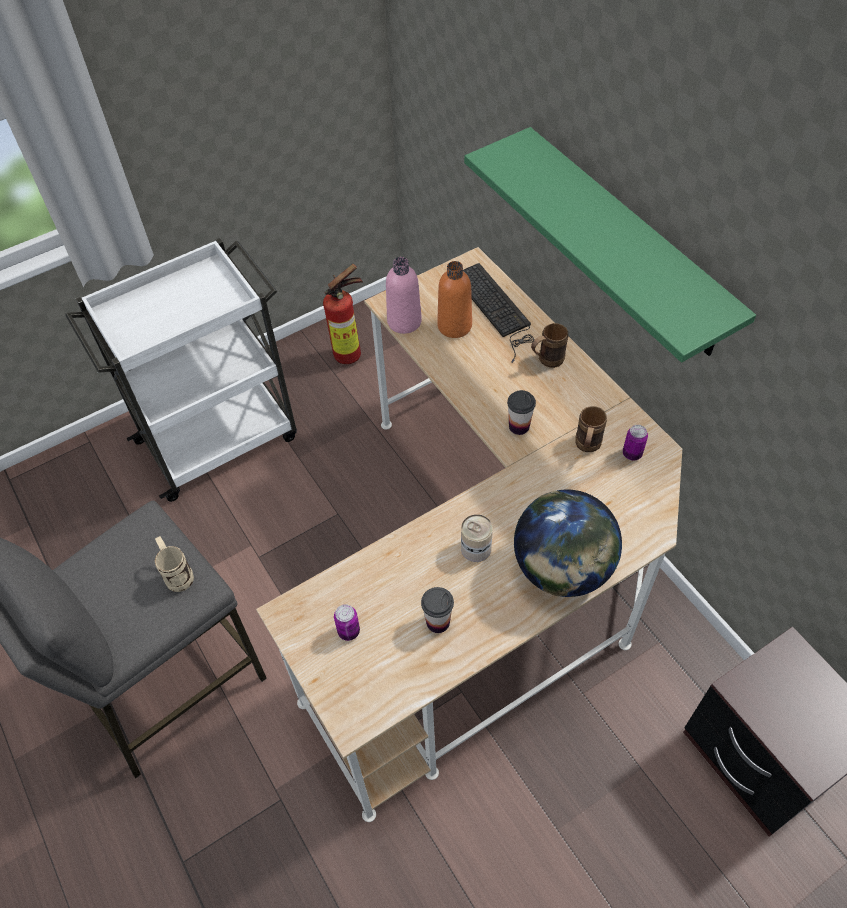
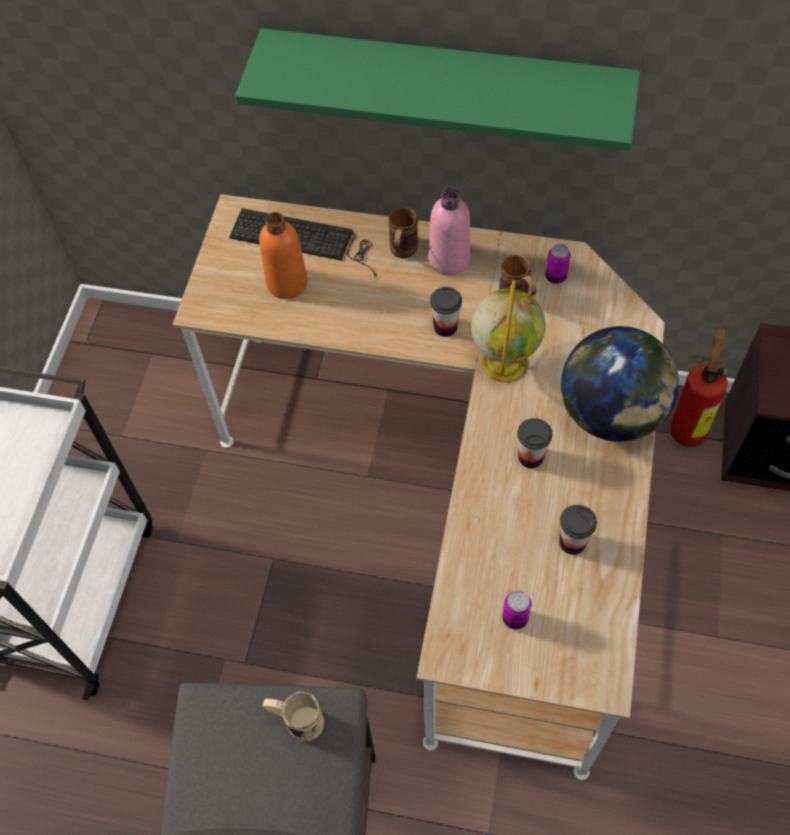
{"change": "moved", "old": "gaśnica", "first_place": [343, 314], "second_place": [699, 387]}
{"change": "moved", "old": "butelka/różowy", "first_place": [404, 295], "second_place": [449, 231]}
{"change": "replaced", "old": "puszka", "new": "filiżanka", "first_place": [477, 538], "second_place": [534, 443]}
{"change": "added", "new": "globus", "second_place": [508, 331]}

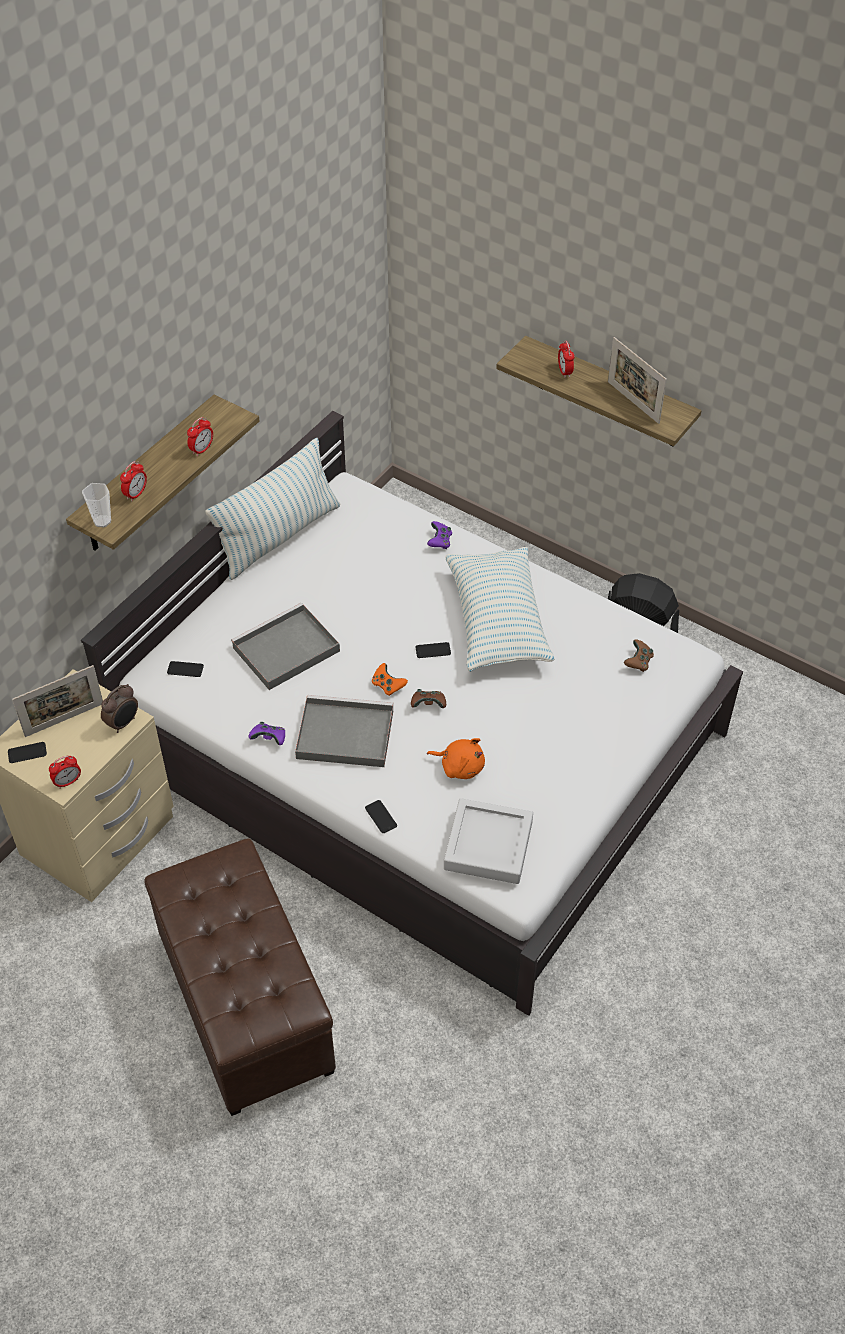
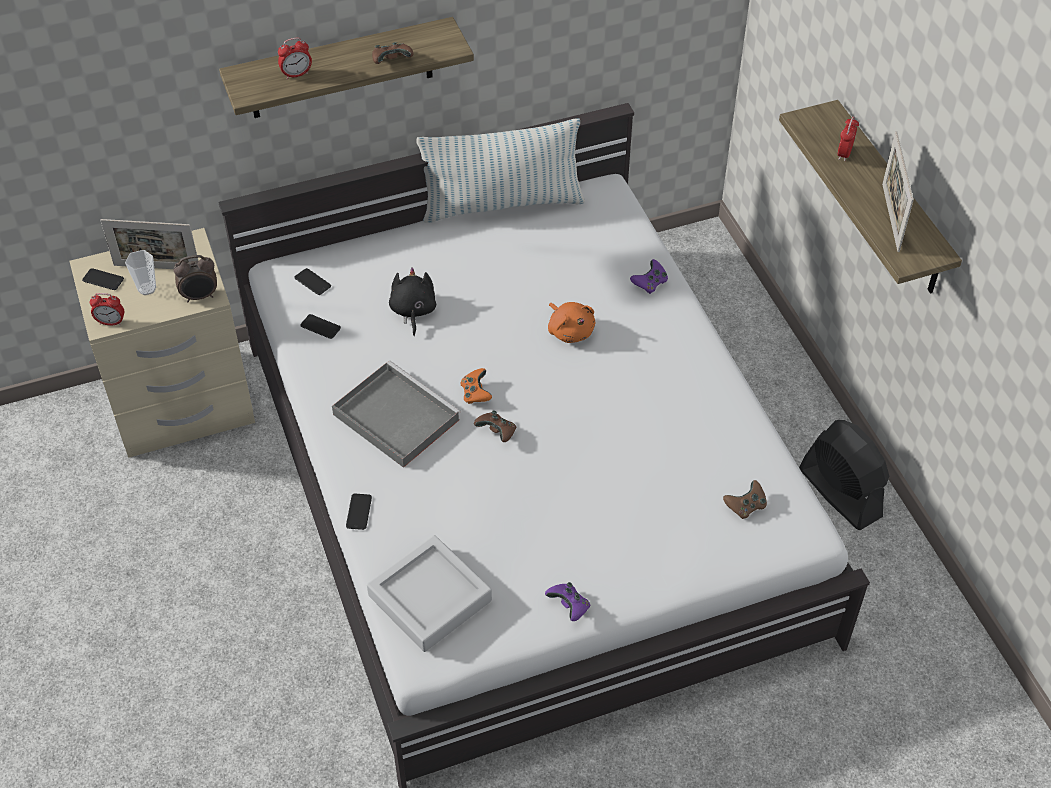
{"change": "moved", "old": "filiżanka", "first_place": [96, 505], "second_place": [140, 272]}
{"change": "removed", "old": "pufa/brązowy", "first_place": [240, 977]}
{"change": "replaced", "old": "budzik", "new": "pad do gier/brązowy", "first_place": [200, 436], "second_place": [392, 53]}
{"change": "replaced", "old": "taca/szary", "new": "pluszak/czarny", "first_place": [285, 646], "second_place": [412, 301]}
{"change": "moved", "old": "pad do gier/fioletowy", "first_place": [267, 733], "second_place": [567, 601]}
{"change": "moved", "old": "telefon", "first_place": [433, 650], "second_place": [320, 326]}
{"change": "moved", "old": "pluszak/pomarańczowy", "first_place": [456, 758], "second_place": [571, 322]}
{"change": "removed", "old": "poduszka", "first_place": [500, 609]}

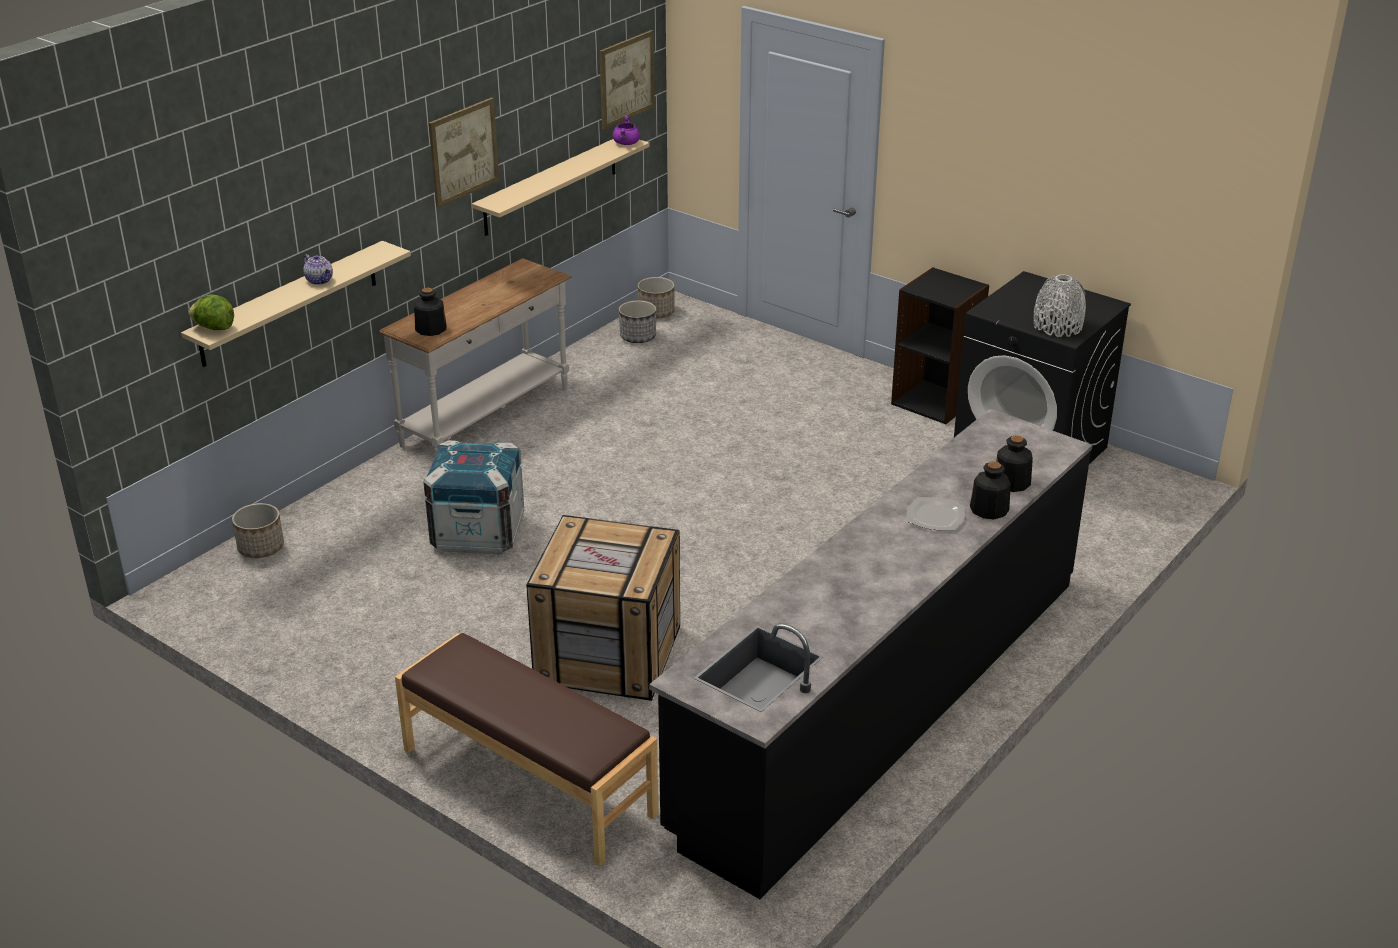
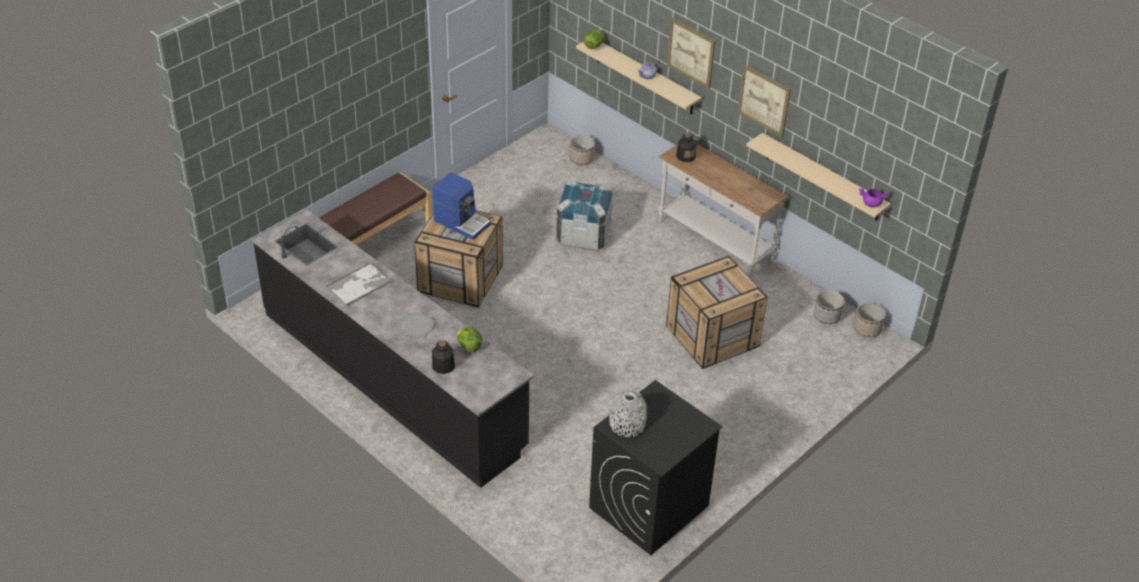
{"change": "moved", "old": "obraz", "first_place": [627, 79], "second_place": [691, 53]}
{"change": "removed", "old": "regał/czarny", "first_place": [940, 345]}
{"change": "removed", "old": "butelka", "first_place": [990, 490]}
{"change": "added", "new": "taca", "second_place": [358, 284]}
{"change": "added", "new": "ekspres do kawy", "second_place": [461, 206]}
{"change": "added", "new": "sałata", "second_place": [469, 340]}
{"change": "added", "new": "skrzynka", "second_place": [717, 312]}

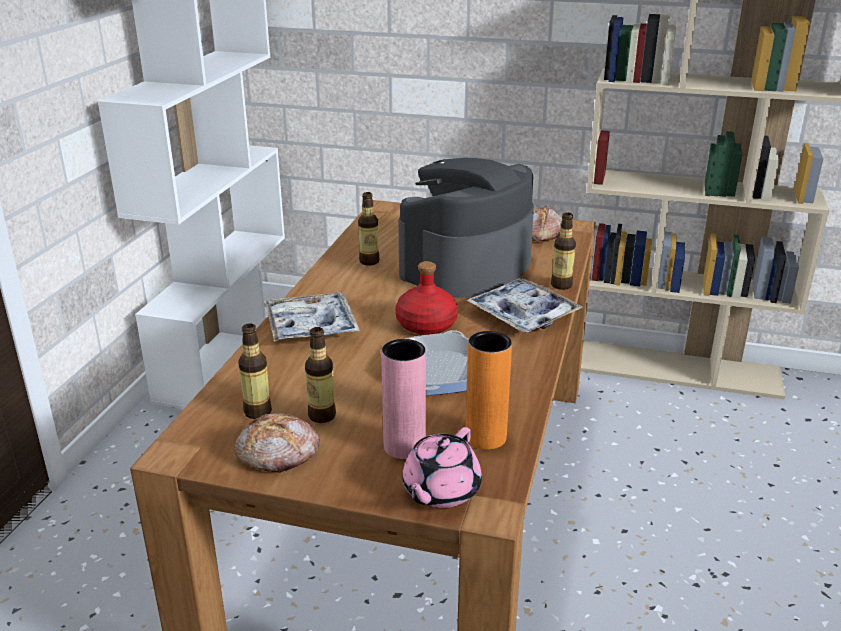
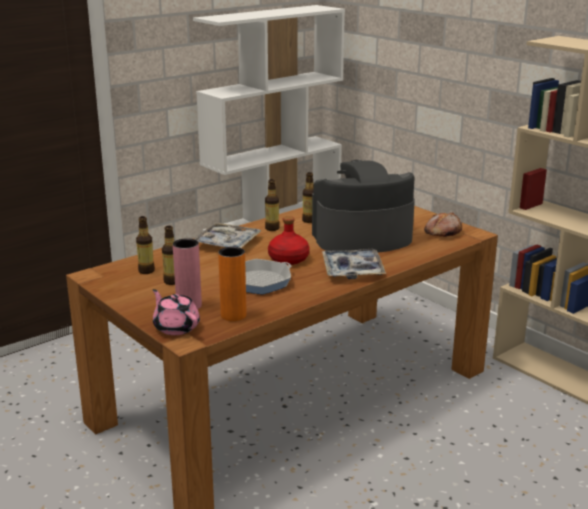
{"change": "removed", "old": "chleb", "first_place": [277, 443]}
{"change": "turned", "old": "imbryk/różowy", "first_place": [442, 467], "second_place": [176, 312], "degrees": 75}
{"change": "moved", "old": "butelka", "first_place": [563, 251], "second_place": [272, 205]}

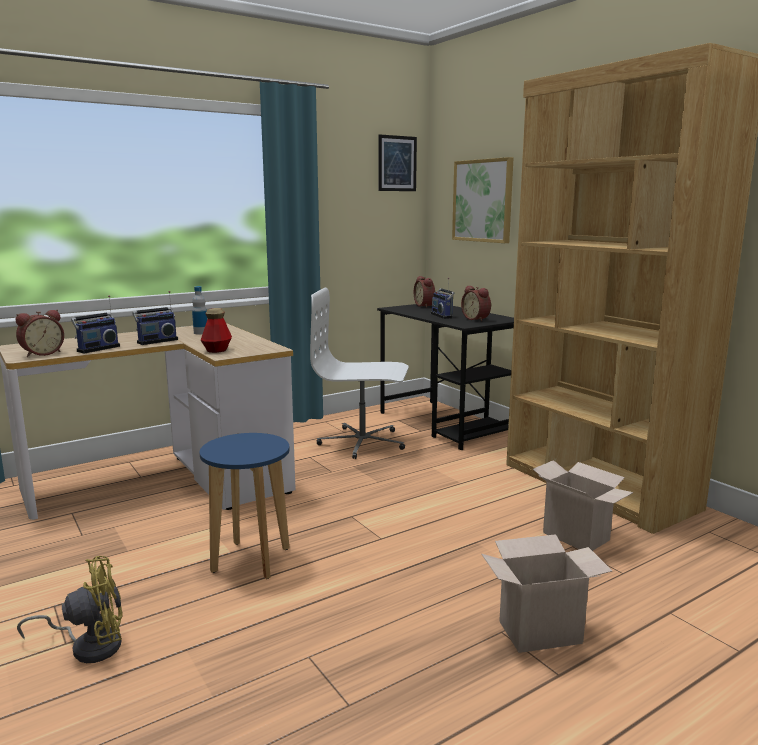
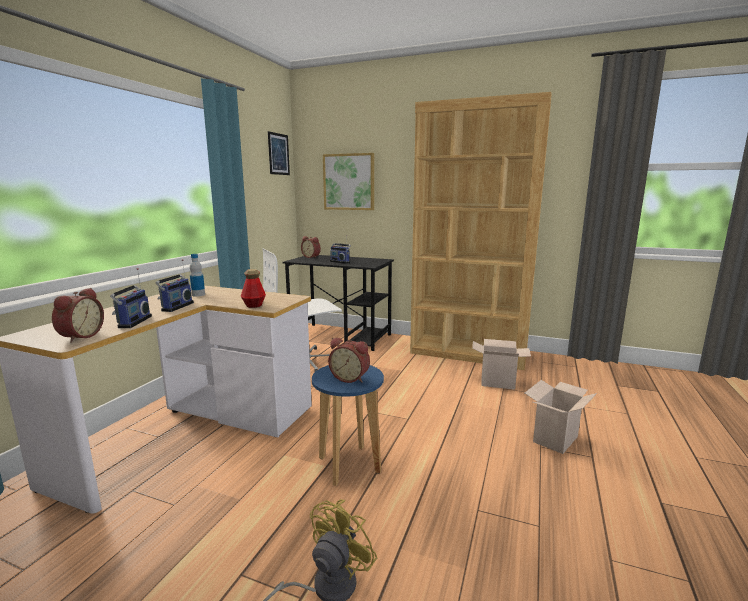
{"change": "moved", "old": "budzik", "first_place": [476, 303], "second_place": [349, 360]}

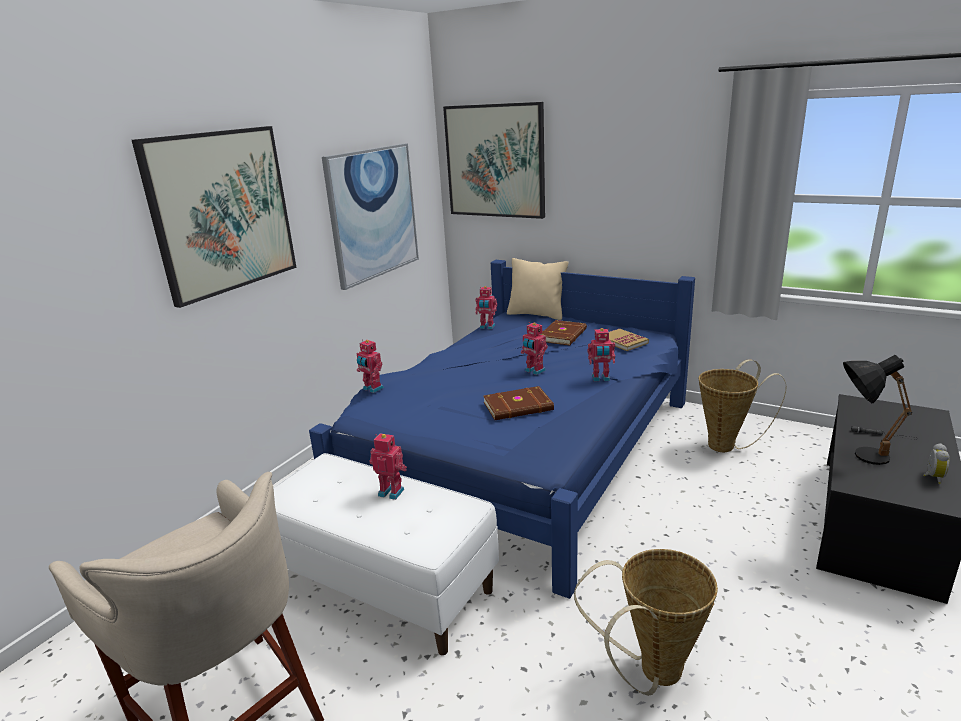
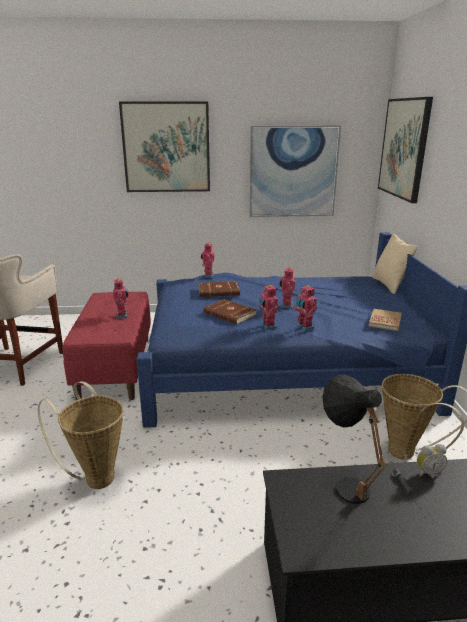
{"change": "recoloured", "old": "ławka/biały", "new": "ławka/czerwony", "first_place": [386, 554], "second_place": [107, 346]}
{"change": "moved", "old": "robot zabawkowy", "first_place": [486, 307], "second_place": [268, 307]}
{"change": "moved", "old": "książka/brązowy", "first_place": [564, 333], "second_place": [219, 289]}
{"change": "moved", "old": "budzik", "first_place": [936, 463], "second_place": [432, 460]}

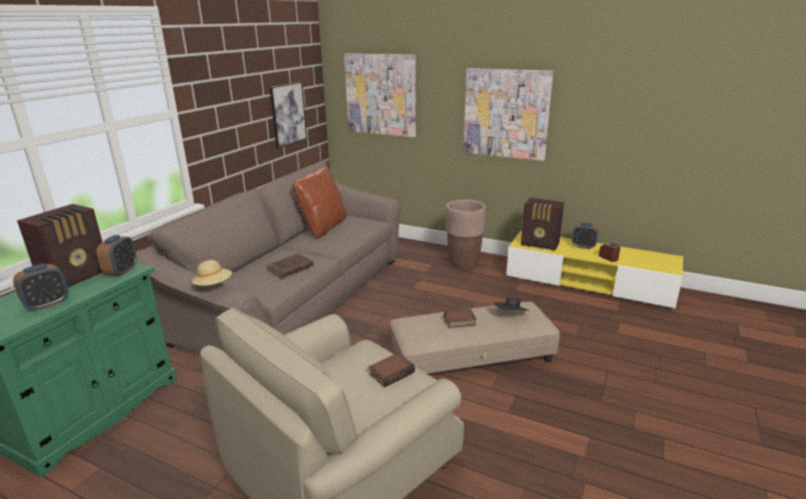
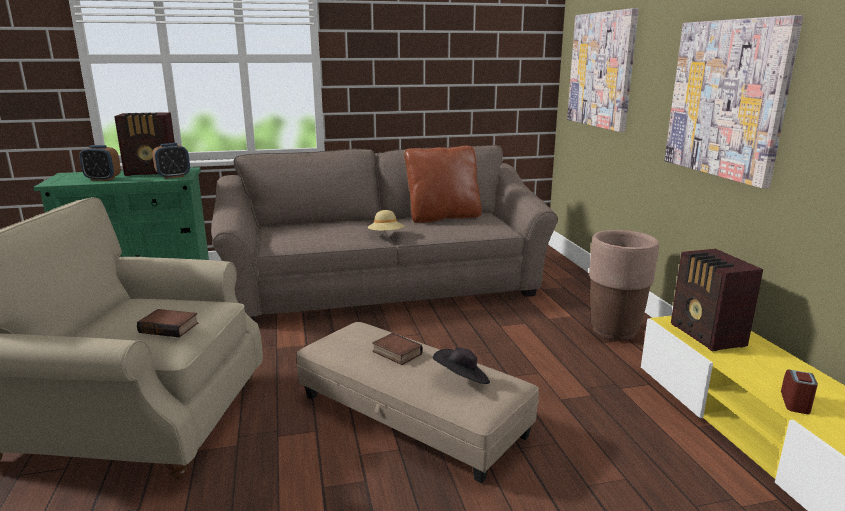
{"change": "moved", "old": "kapelusz/beżowy", "first_place": [212, 273], "second_place": [386, 220]}
{"change": "removed", "old": "książka/brązowy", "first_place": [290, 265]}
{"change": "removed", "old": "obraz", "first_place": [288, 115]}
{"change": "removed", "old": "budzik", "first_place": [585, 236]}

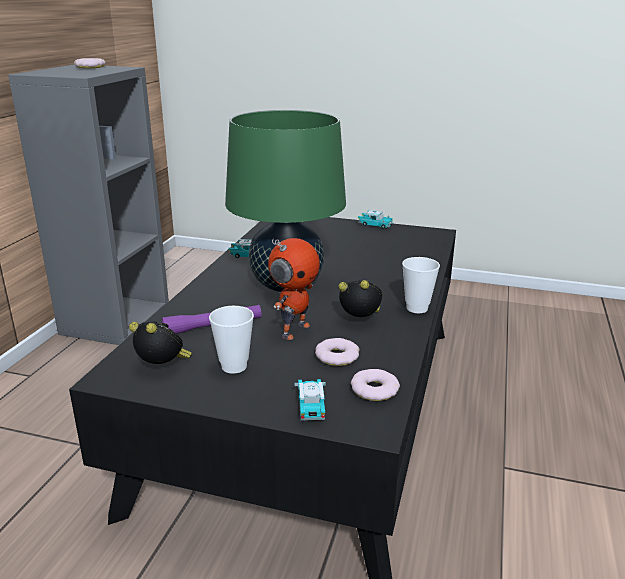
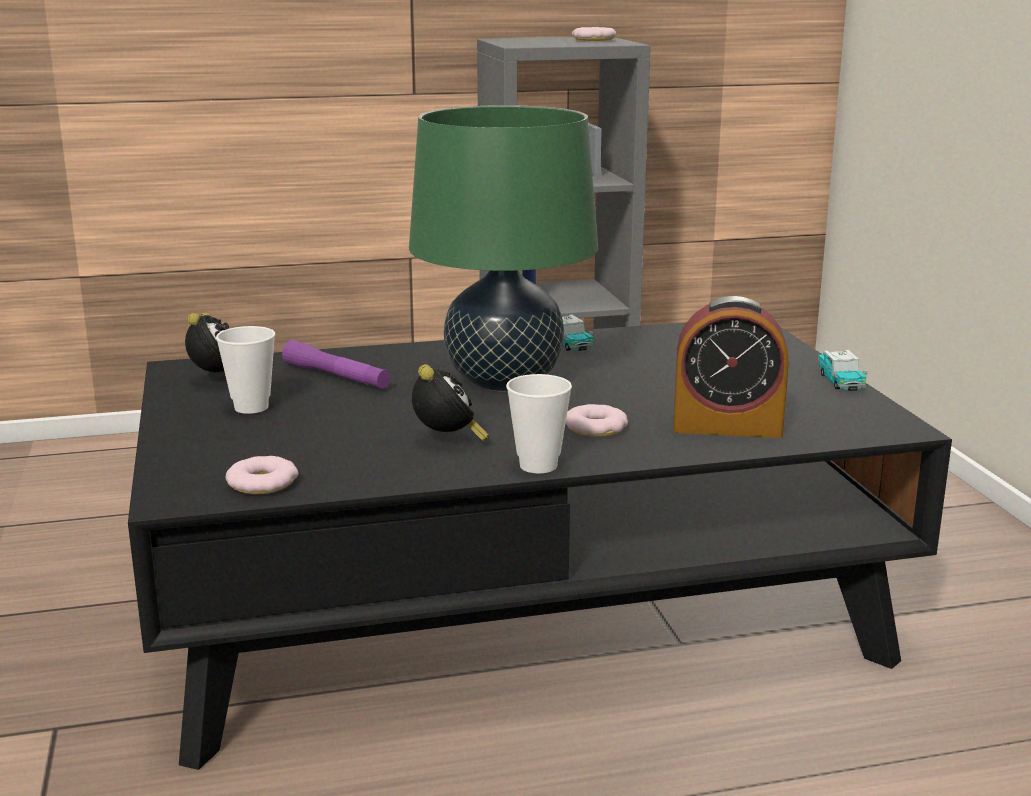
{"change": "removed", "old": "robot zabawkowy", "first_place": [294, 289]}
{"change": "removed", "old": "samochodzik", "first_place": [310, 399]}
{"change": "moved", "old": "donut", "first_place": [337, 352], "second_place": [596, 420]}
{"change": "added", "new": "budzik", "second_place": [731, 367]}

